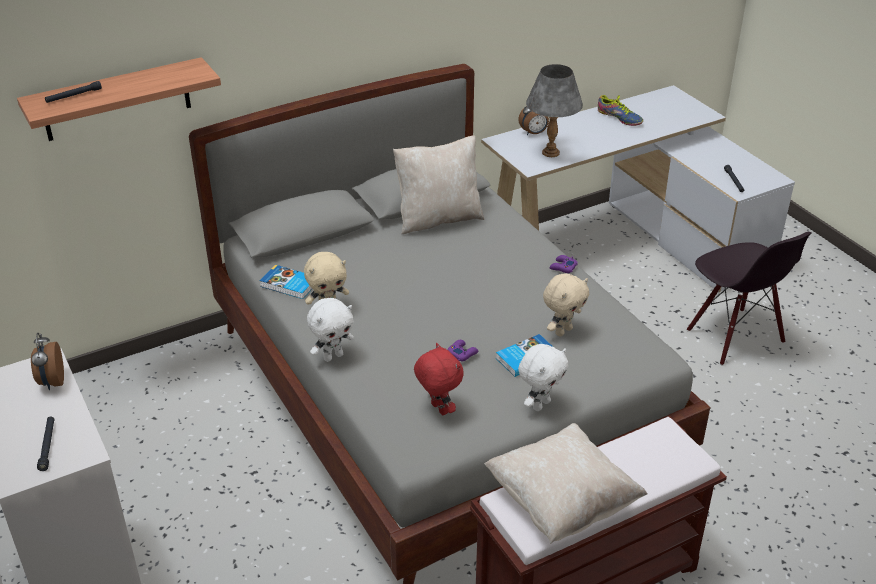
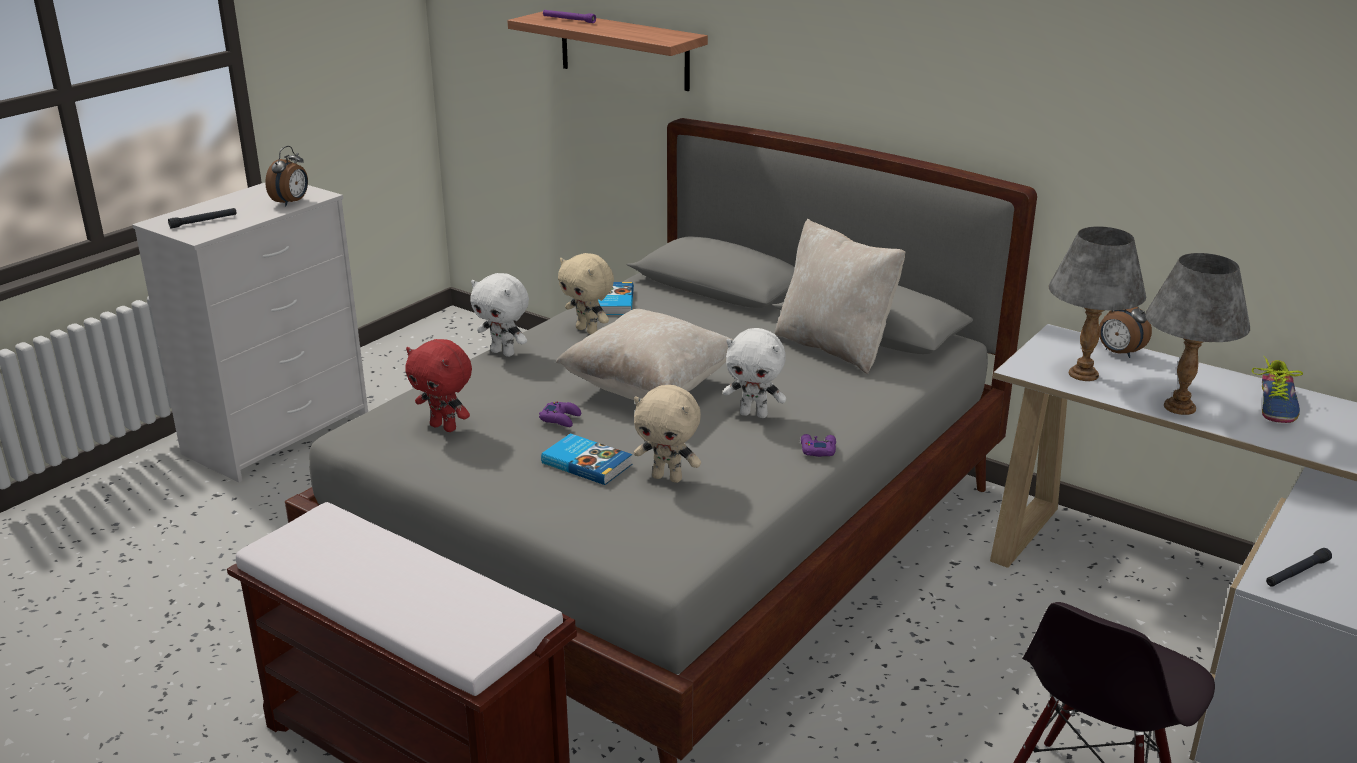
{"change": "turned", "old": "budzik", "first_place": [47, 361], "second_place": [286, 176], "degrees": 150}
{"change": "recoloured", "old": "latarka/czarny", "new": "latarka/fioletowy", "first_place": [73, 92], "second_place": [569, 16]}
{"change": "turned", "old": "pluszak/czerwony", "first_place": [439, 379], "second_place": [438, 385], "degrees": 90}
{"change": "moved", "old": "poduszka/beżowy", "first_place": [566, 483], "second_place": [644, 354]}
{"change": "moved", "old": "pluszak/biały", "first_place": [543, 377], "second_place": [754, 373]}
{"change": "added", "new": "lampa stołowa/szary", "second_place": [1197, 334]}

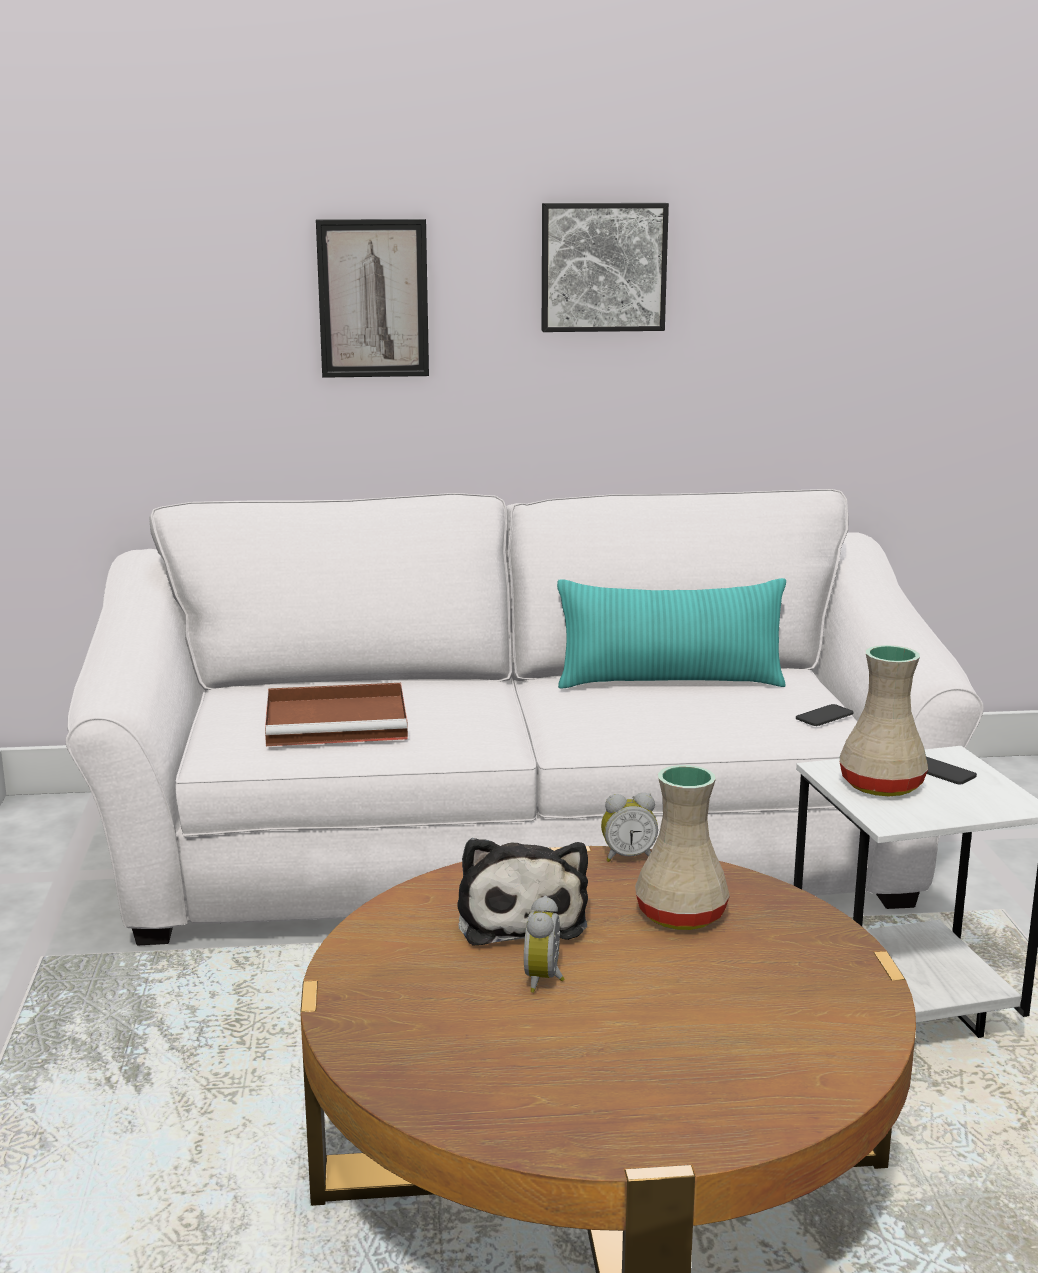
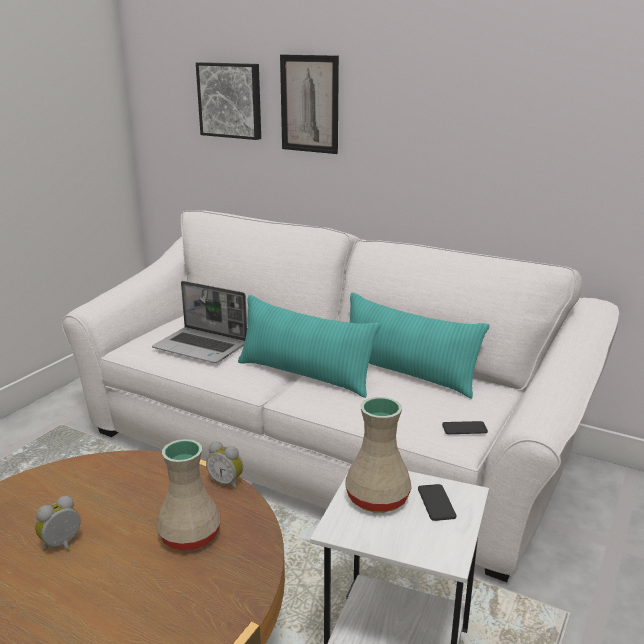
{"change": "replaced", "old": "taca/brązowy", "new": "laptop", "first_place": [336, 714], "second_place": [199, 322]}
{"change": "removed", "old": "pluszak", "first_place": [522, 892]}
{"change": "moved", "old": "obraz", "first_place": [605, 267], "second_place": [228, 101]}
{"change": "added", "new": "poduszka/turkusowy", "second_place": [309, 346]}

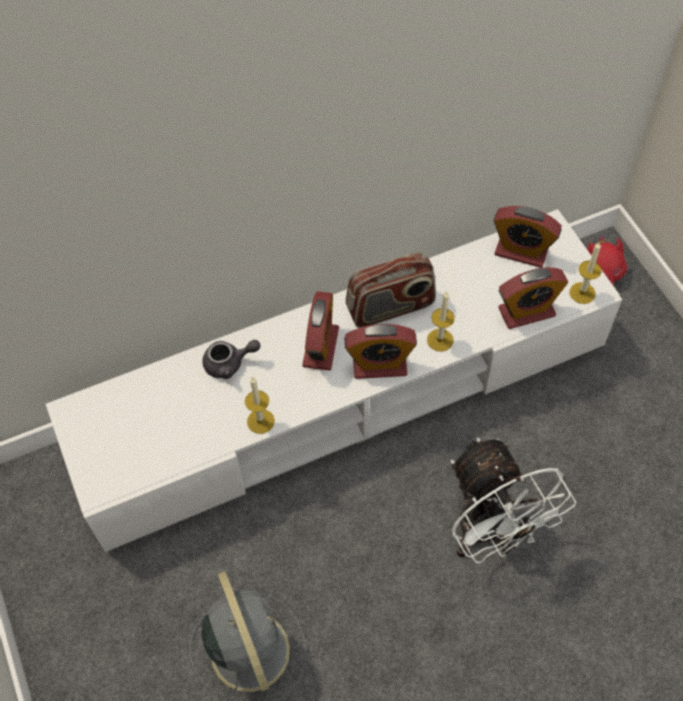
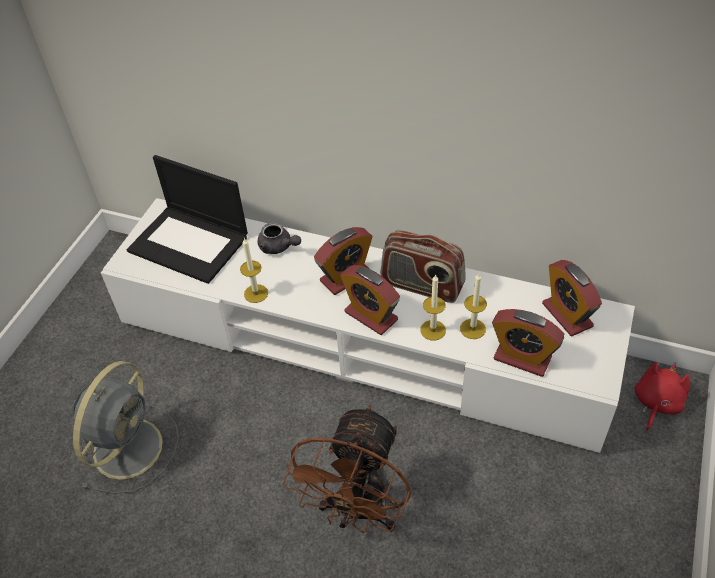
{"change": "recoloured", "old": "wentylator/biały", "new": "wentylator/brązowy", "first_place": [513, 501], "second_place": [347, 468]}
{"change": "moved", "old": "świeca", "first_place": [586, 273], "second_place": [473, 306]}
{"change": "added", "new": "laptop", "second_place": [187, 219]}

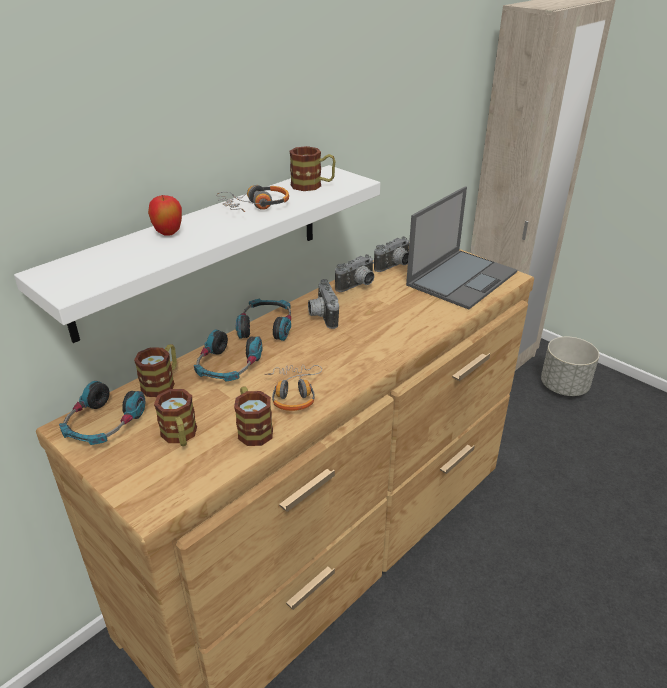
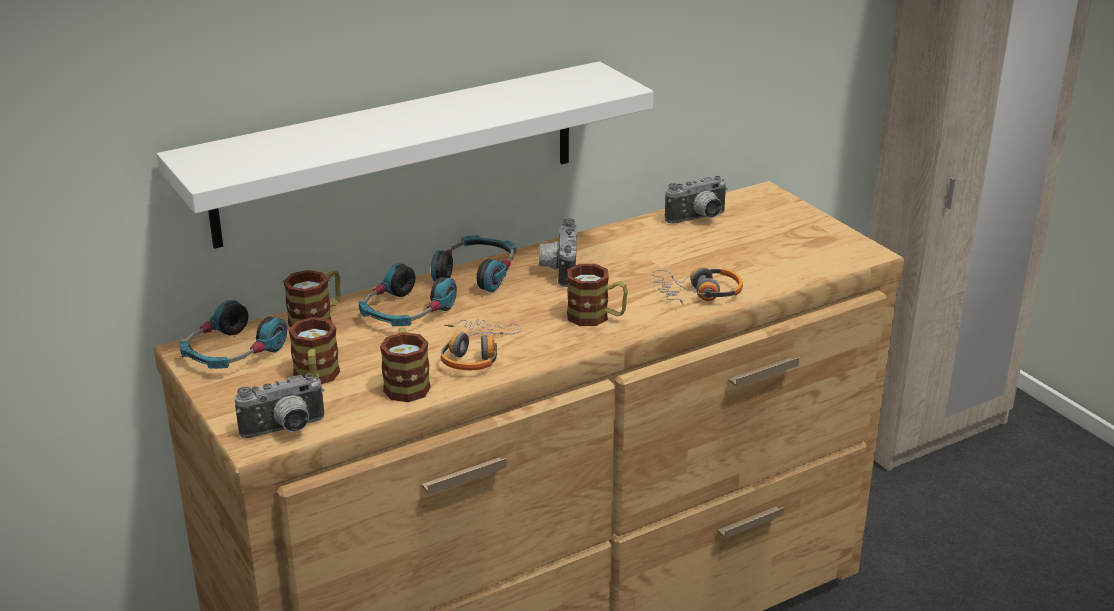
{"change": "removed", "old": "jabłko", "first_place": [165, 215]}
{"change": "moved", "old": "słuchawki", "first_place": [252, 198], "second_place": [697, 286]}
{"change": "moved", "old": "kubek", "first_place": [312, 168], "second_place": [597, 295]}
{"change": "moved", "old": "aparat fotograficzny", "first_place": [354, 273], "second_place": [280, 406]}
{"change": "removed", "old": "laptop", "first_place": [461, 248]}
{"change": "removed", "old": "donica/szary", "first_place": [570, 366]}

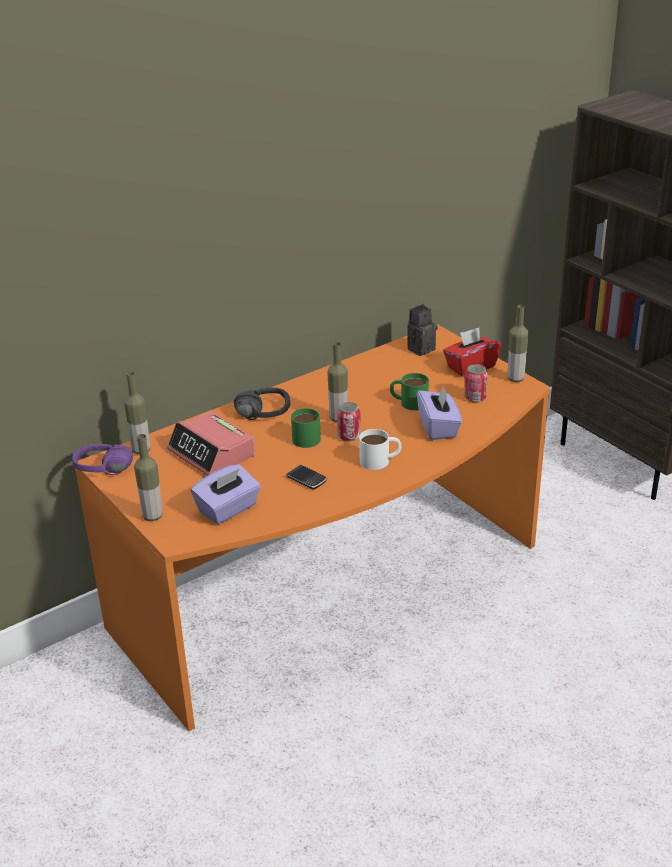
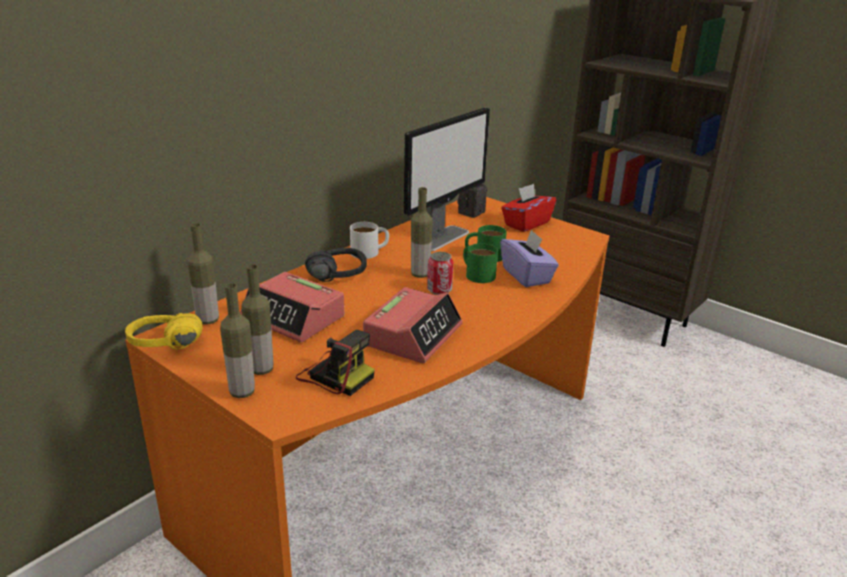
{"change": "recoloured", "old": "słuchawki/fioletowy", "new": "słuchawki/żółty", "first_place": [102, 459], "second_place": [164, 331]}
{"change": "replaced", "old": "pudełko chusteczek/fioletowy", "new": "aparat fotograficzny", "first_place": [226, 494], "second_place": [335, 363]}
{"change": "replaced", "old": "telefon", "new": "budzik", "first_place": [306, 477], "second_place": [413, 325]}
{"change": "moved", "old": "kubek/zielony", "first_place": [306, 428], "second_place": [480, 263]}
{"change": "moved", "old": "kubek/biały", "first_place": [380, 449], "second_place": [369, 240]}
{"change": "removed", "old": "puszka", "first_place": [476, 383]}
{"change": "moved", "old": "butelka", "first_place": [518, 343], "second_place": [257, 319]}
{"change": "added", "new": "monitor", "second_place": [447, 180]}

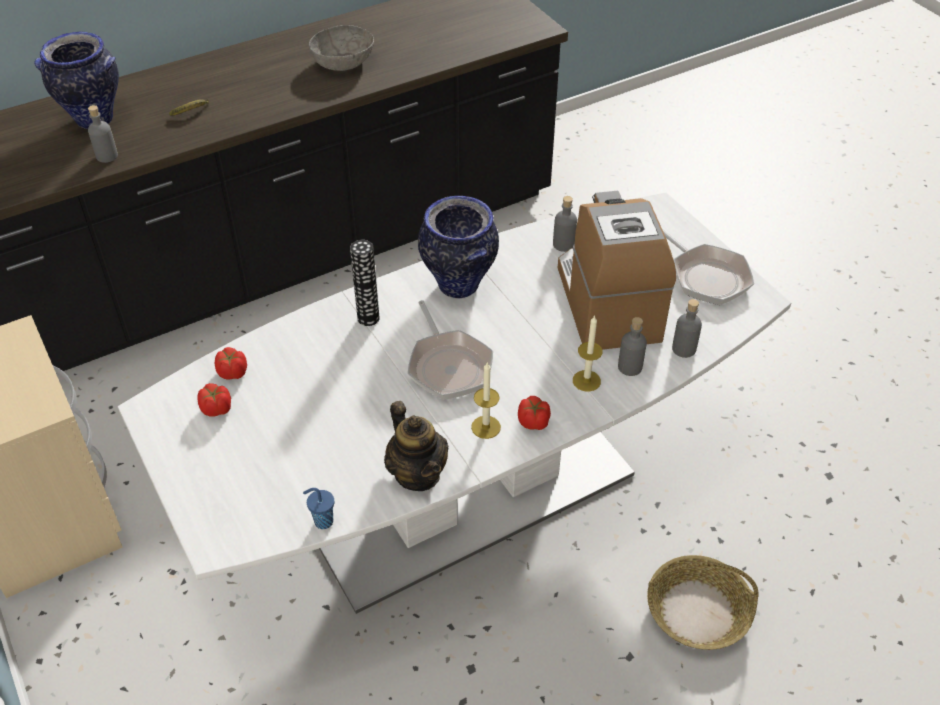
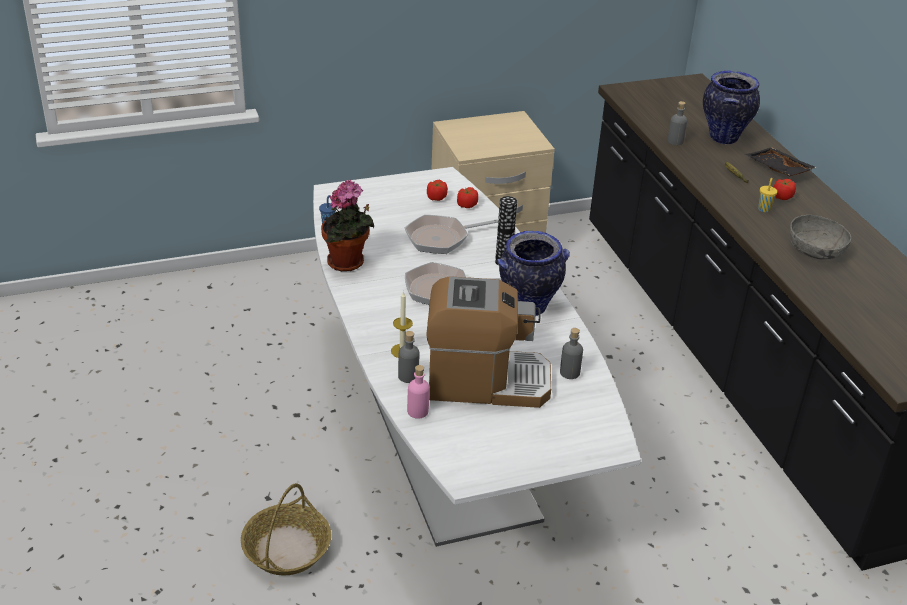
{"change": "replaced", "old": "imbryk", "new": "roślina doniczkowa", "first_place": [416, 446], "second_place": [347, 225]}
{"change": "removed", "old": "świeca", "first_place": [486, 401]}
{"change": "moved", "old": "pomidor", "first_place": [534, 413], "second_place": [785, 189]}
{"change": "moved", "old": "patelnia", "first_place": [708, 267], "second_place": [451, 234]}
{"change": "recoloured", "old": "butelka/szary", "new": "butelka/różowy", "first_place": [687, 328], "second_place": [418, 392]}
{"change": "added", "new": "taca/czarny", "second_place": [781, 161]}
{"change": "added", "new": "filiżanka/żółty", "second_place": [767, 195]}

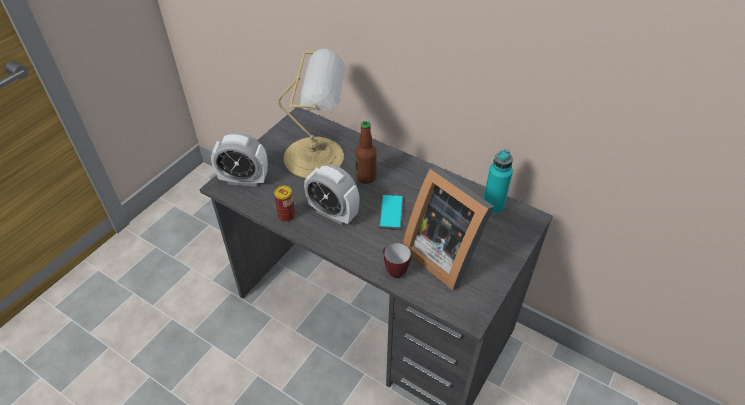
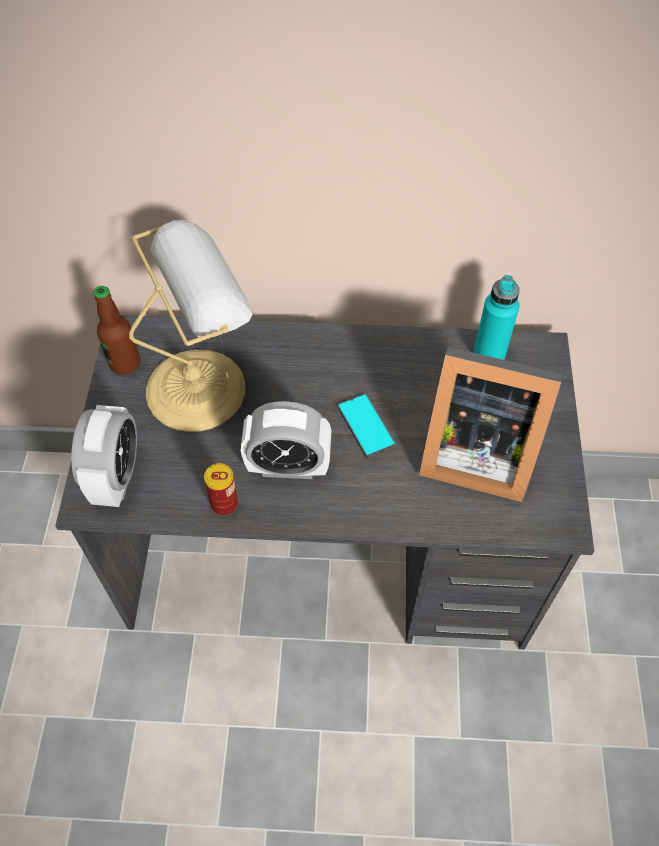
{"change": "turned", "old": "budzik", "first_place": [239, 159], "second_place": [104, 456], "degrees": -60}
{"change": "moved", "old": "butelka", "first_place": [366, 152], "second_place": [116, 330]}
{"change": "removed", "old": "kubek", "first_place": [397, 260]}

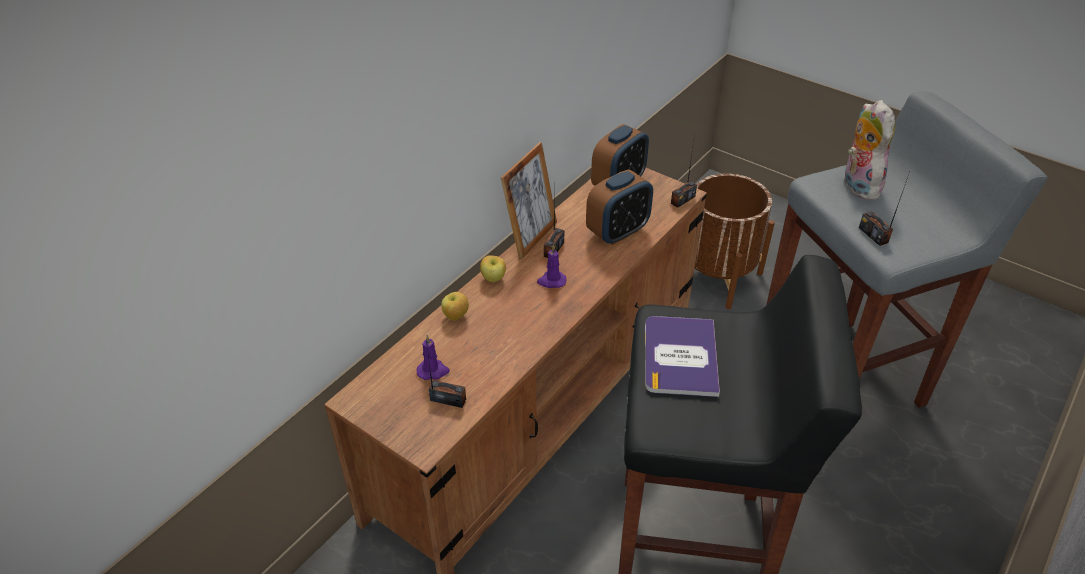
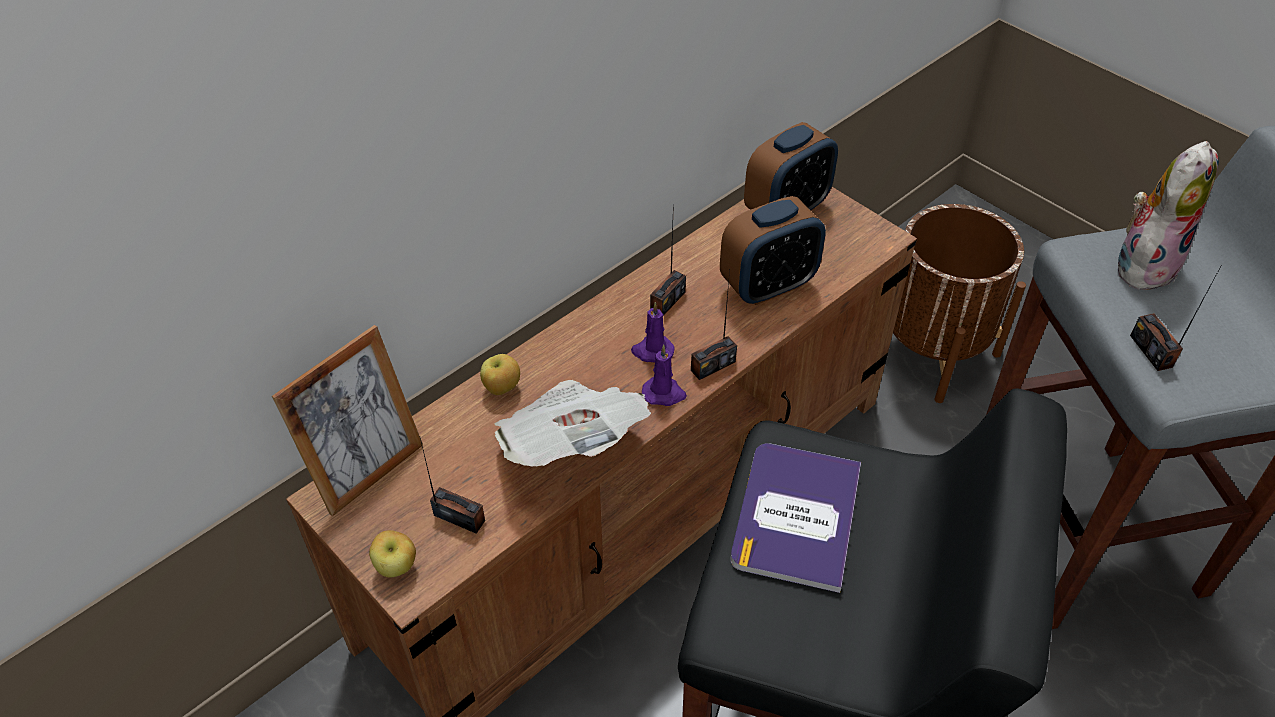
{"change": "moved", "old": "świeca/fioletowy", "first_place": [433, 357], "second_place": [664, 375]}
{"change": "moved", "old": "jabłko", "first_place": [493, 268], "second_place": [392, 554]}
{"change": "moved", "old": "ramka na zdjęcie", "first_place": [529, 200], "second_place": [347, 420]}
{"change": "moved", "old": "radio", "first_place": [684, 171], "second_place": [714, 325]}
{"change": "turned", "old": "pluszak", "first_place": [869, 150], "second_place": [1168, 216], "degrees": 45}
{"change": "added", "new": "gazeta", "second_place": [572, 423]}

